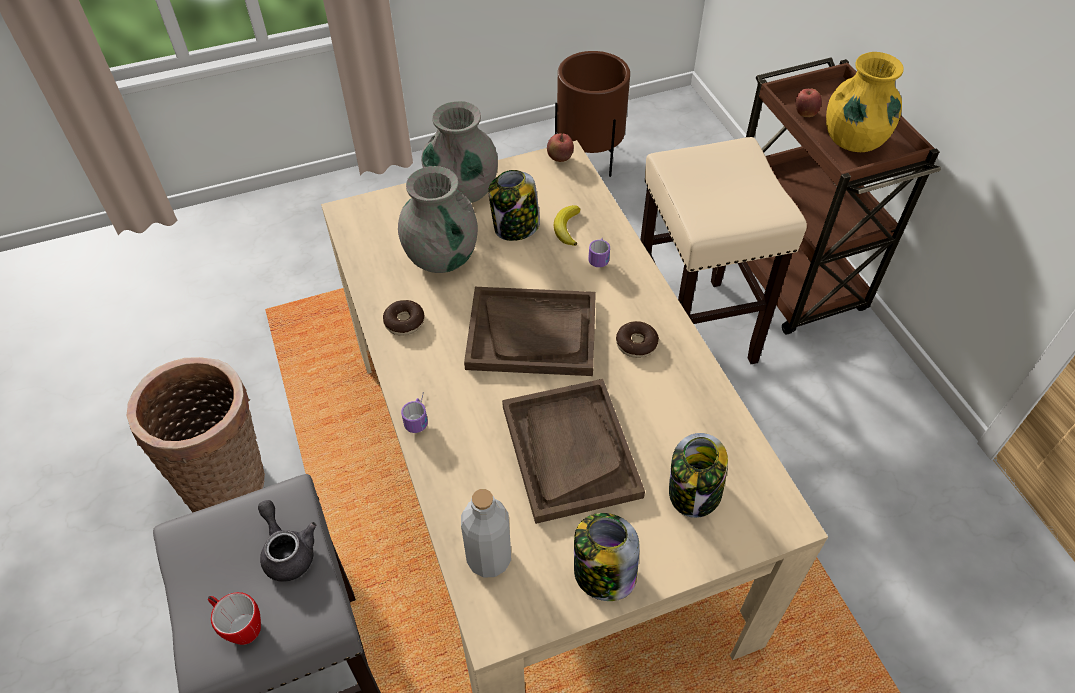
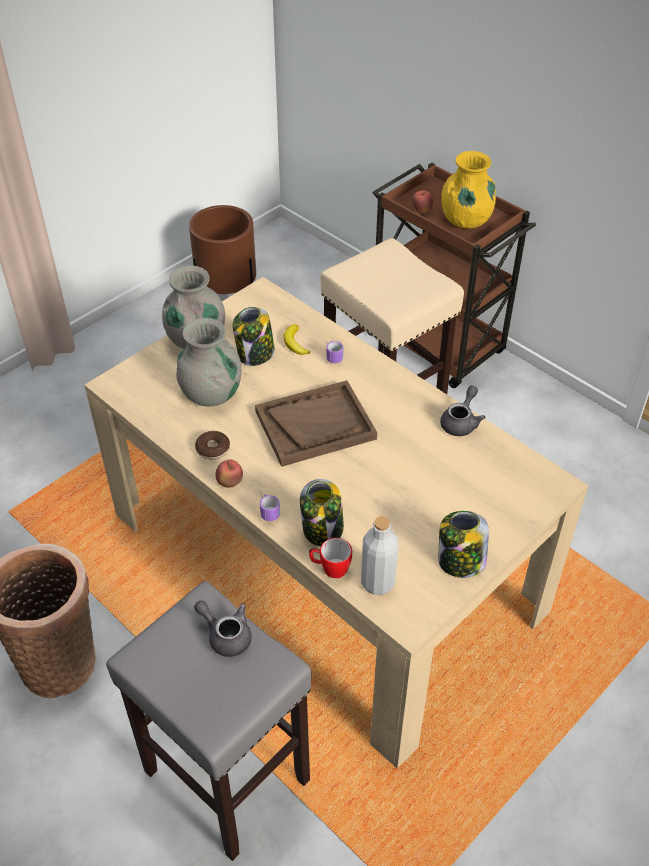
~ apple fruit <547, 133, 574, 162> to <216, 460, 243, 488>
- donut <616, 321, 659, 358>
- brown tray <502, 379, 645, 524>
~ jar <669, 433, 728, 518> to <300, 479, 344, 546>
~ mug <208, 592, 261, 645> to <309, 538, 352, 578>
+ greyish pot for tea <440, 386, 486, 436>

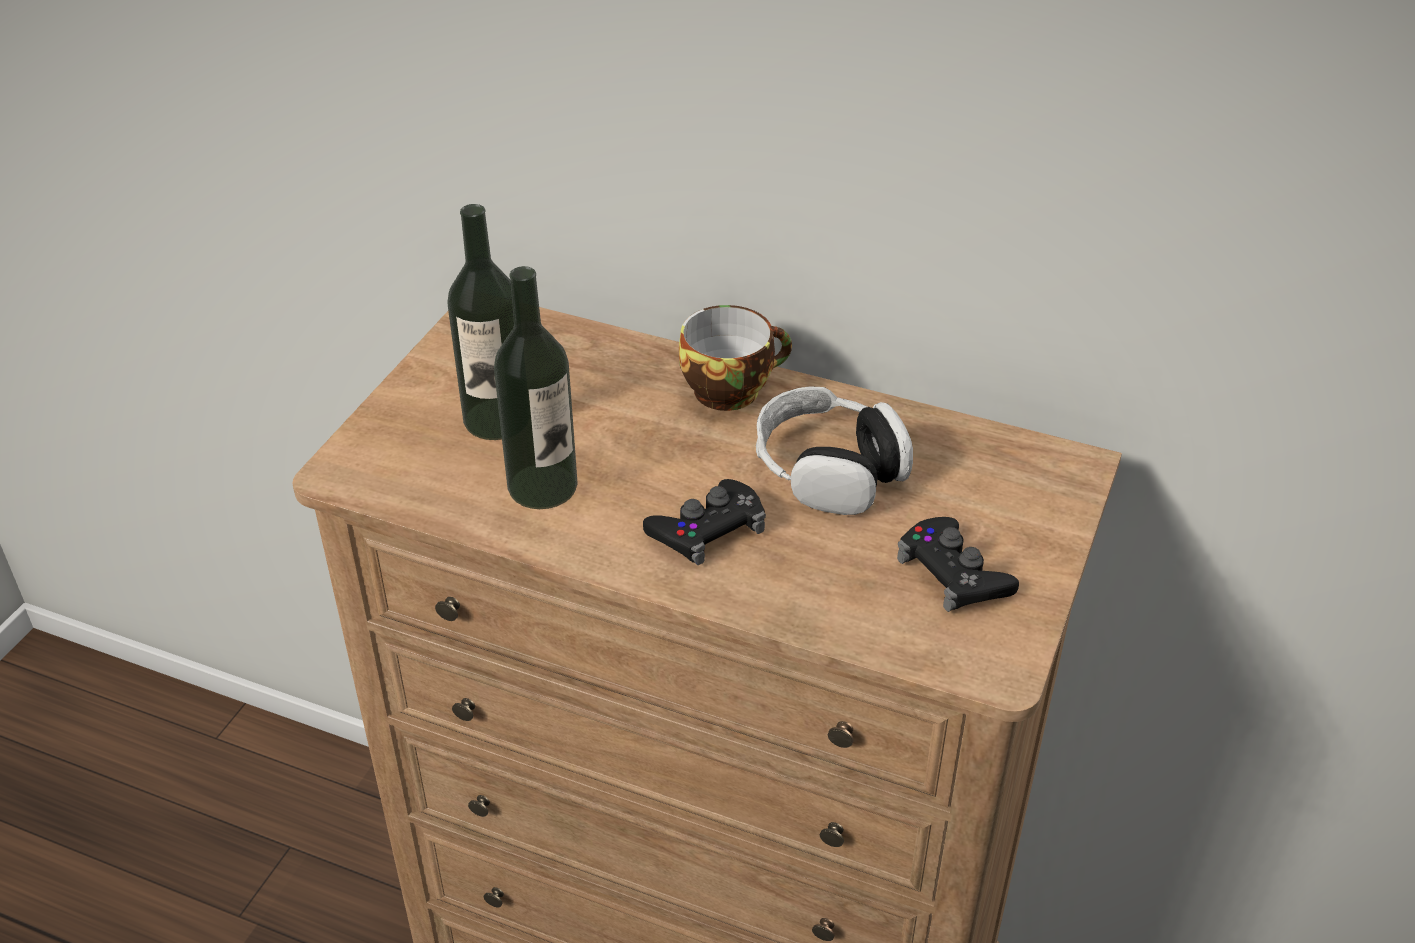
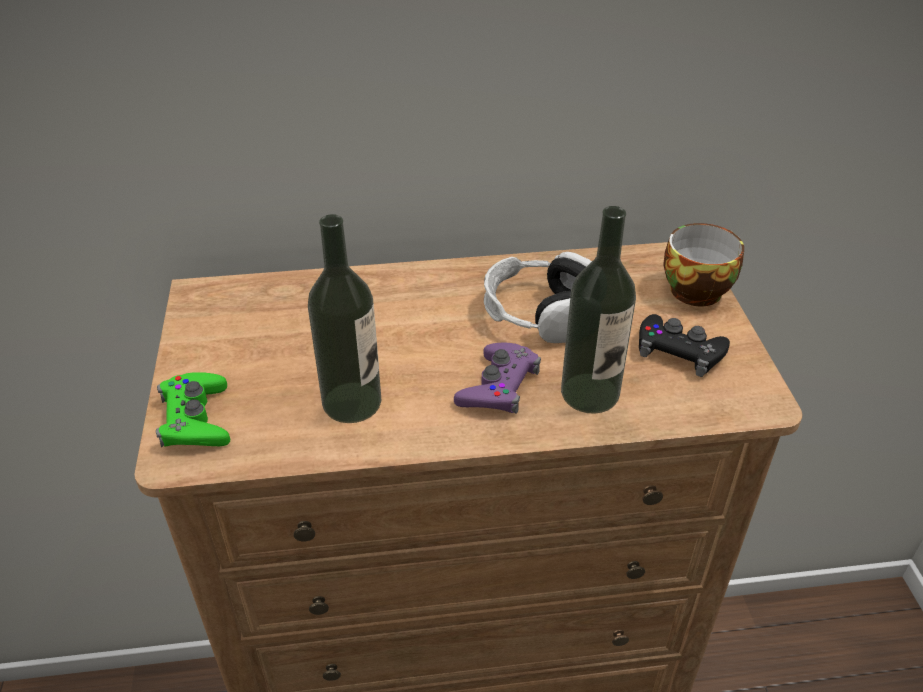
~ beverage bottle <447, 204, 514, 440> to <561, 206, 636, 414>
~ cup <679, 305, 792, 411> to <663, 223, 744, 306>
~ black joypad <643, 479, 766, 565> to purplish joypad <454, 343, 541, 414>
+ greenish joypad <156, 372, 230, 447>

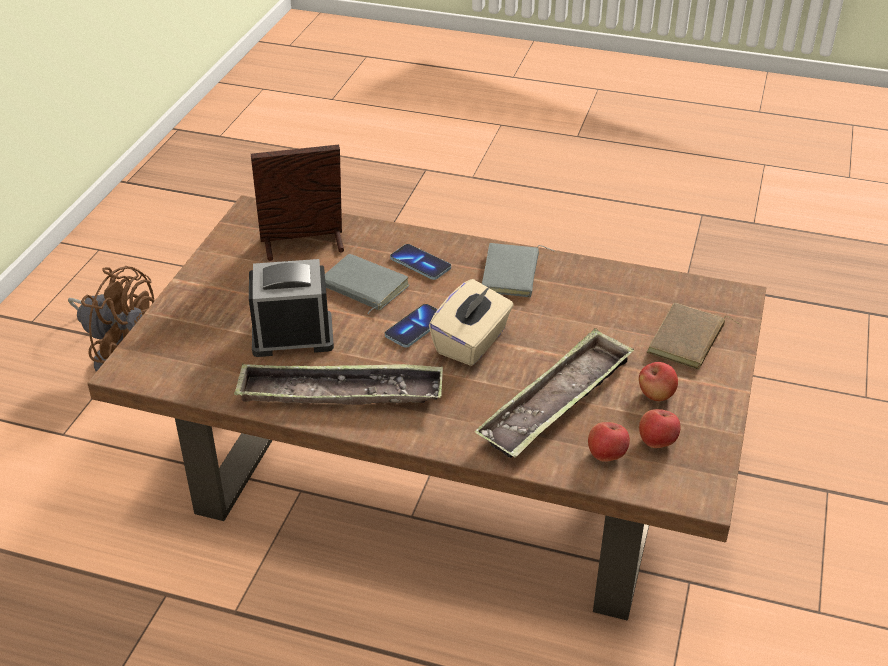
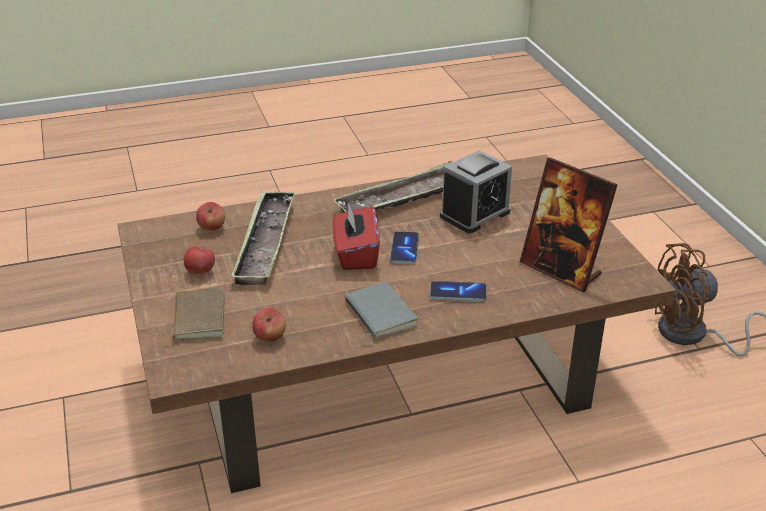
~ standing frame <251, 144, 344, 261> = <520, 157, 618, 293> 90 degrees clockwise
- greyish bound book <325, 254, 409, 314>
~ beige-coloured tissue box <429, 279, 514, 366> to reddish tissue box <333, 202, 380, 270>
~ apple fruit <639, 409, 681, 448> to <252, 308, 286, 342>

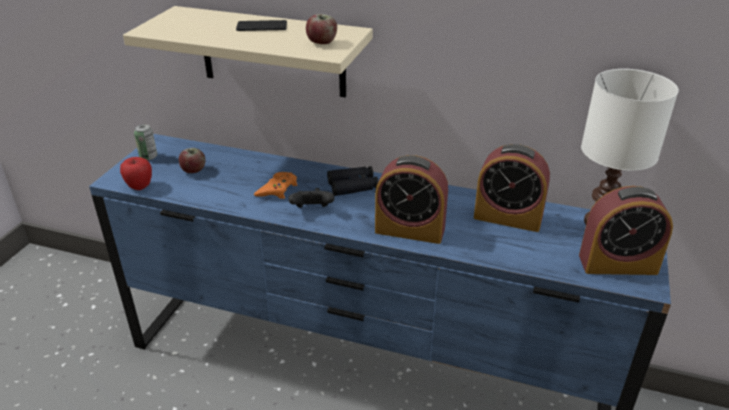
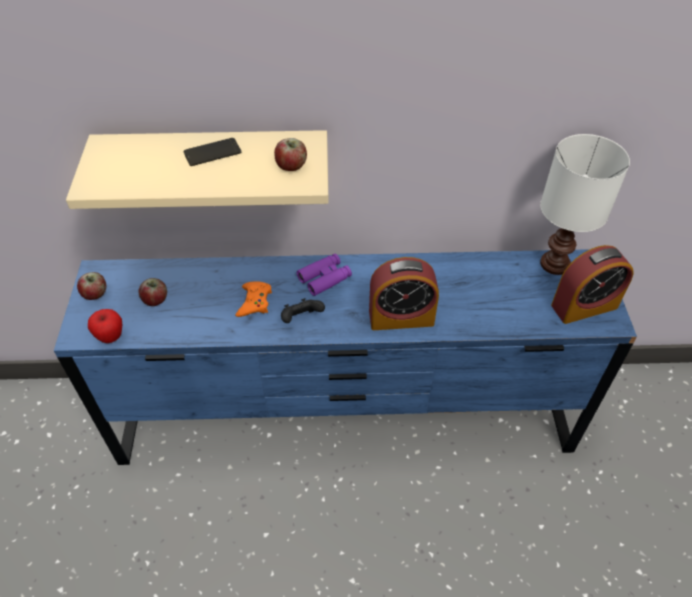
~ sealed can <134, 124, 157, 160> to apple fruit <77, 272, 106, 300>
- alarm clock <474, 144, 550, 232>
~ black binoculars <327, 166, 379, 196> to purplish binoculars <297, 254, 352, 296>

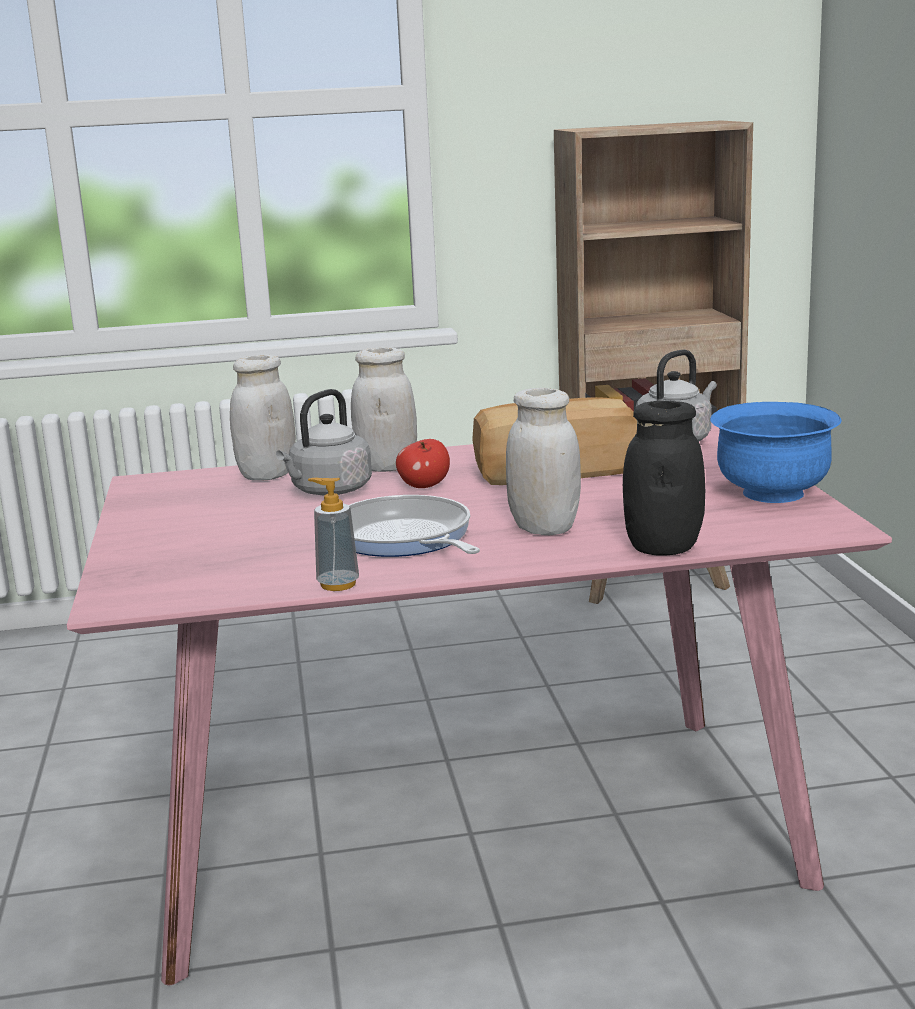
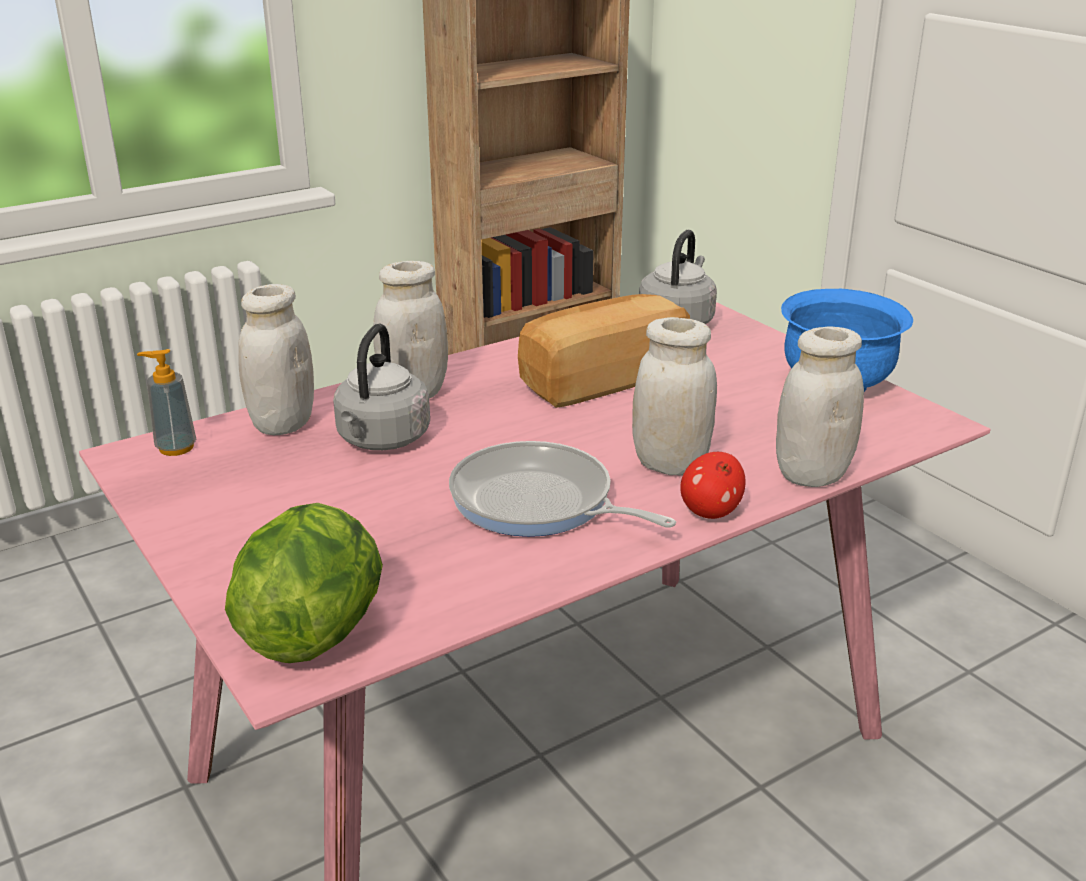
~ black jar <623, 401, 705, 556> to whitish jar <776, 326, 864, 487>
~ apple fruit <396, 439, 450, 488> to <680, 452, 746, 519>
~ soap dispenser <308, 478, 359, 591> to <137, 349, 196, 456>
+ lettuce head <225, 503, 383, 663>

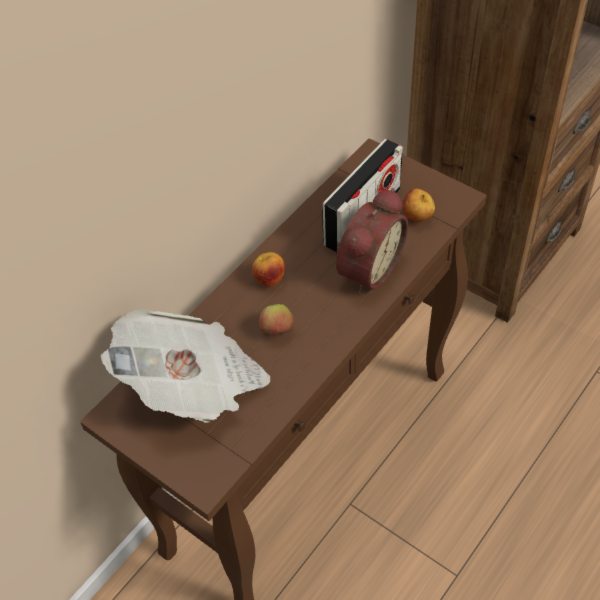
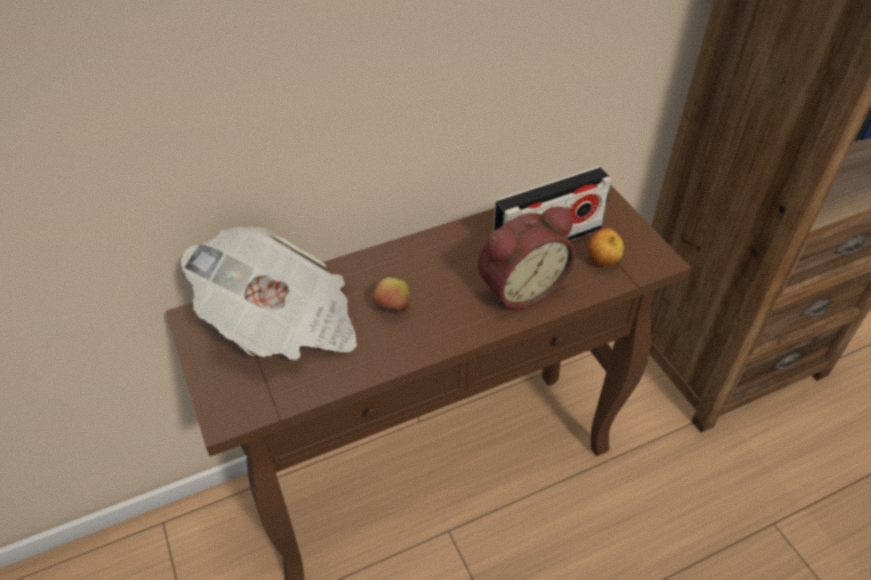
- apple fruit <252, 252, 285, 287>

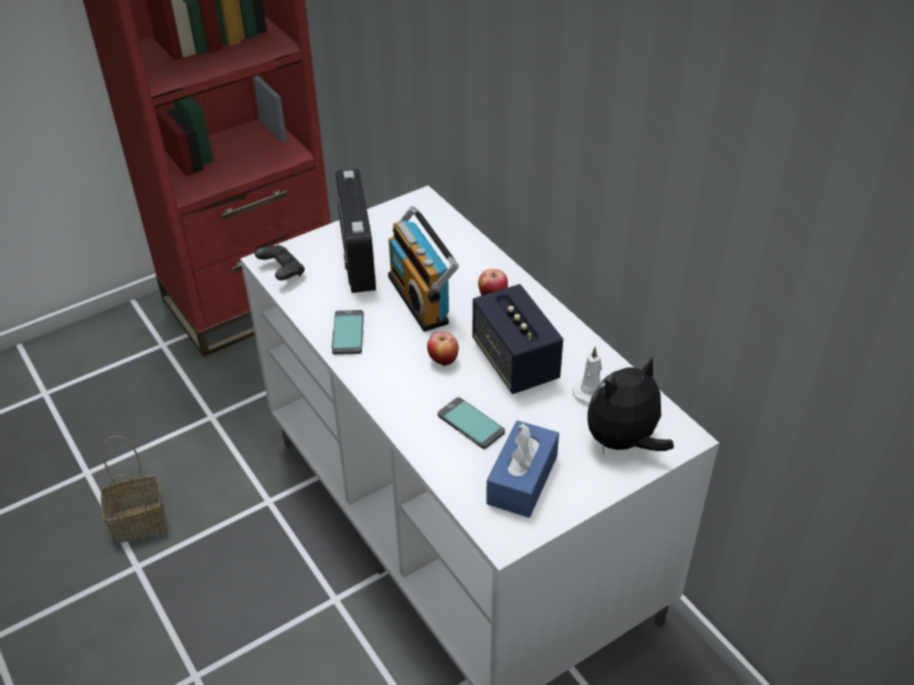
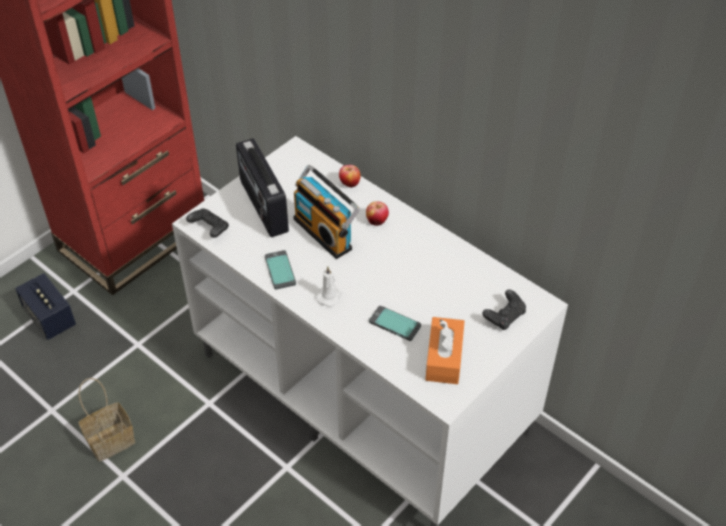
~ speaker <473, 284, 563, 394> to <15, 273, 76, 340>
~ apple fruit <427, 332, 459, 366> to <339, 165, 361, 188>
~ whitish candle <572, 346, 602, 404> to <316, 267, 341, 307>
~ plush toy <587, 356, 674, 456> to black joypad <482, 289, 526, 330>
~ blue tissue box <486, 420, 559, 518> to orange-coloured tissue box <425, 317, 465, 384>

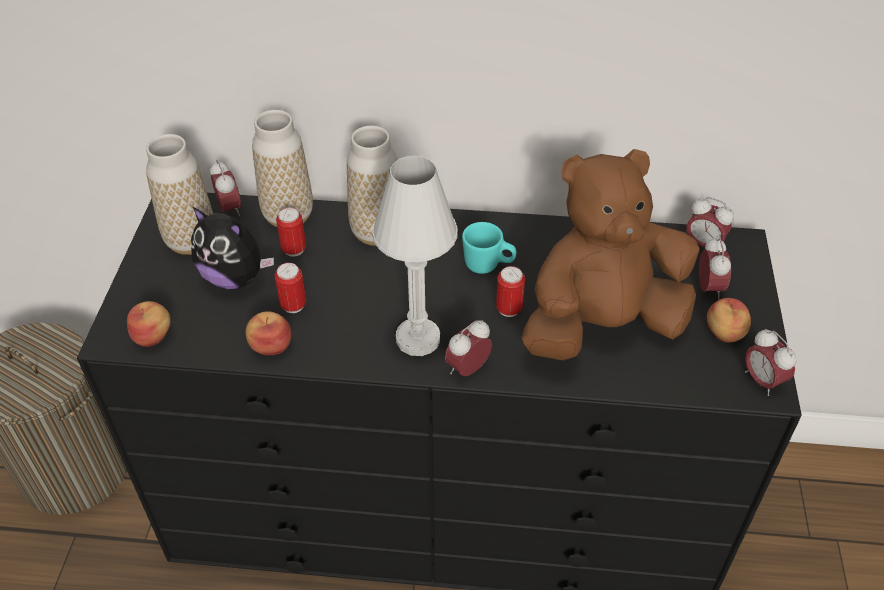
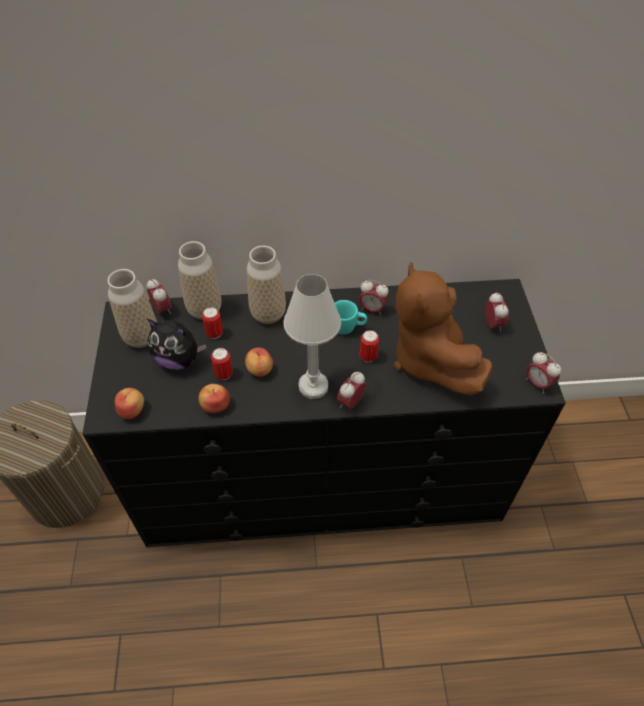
~ brown plush toy <522, 149, 700, 360> = <394, 262, 492, 395> 75 degrees counterclockwise
~ alarm clock <686, 197, 734, 247> to <359, 280, 389, 315>
~ apple fruit <707, 298, 751, 343> to <245, 348, 273, 377>

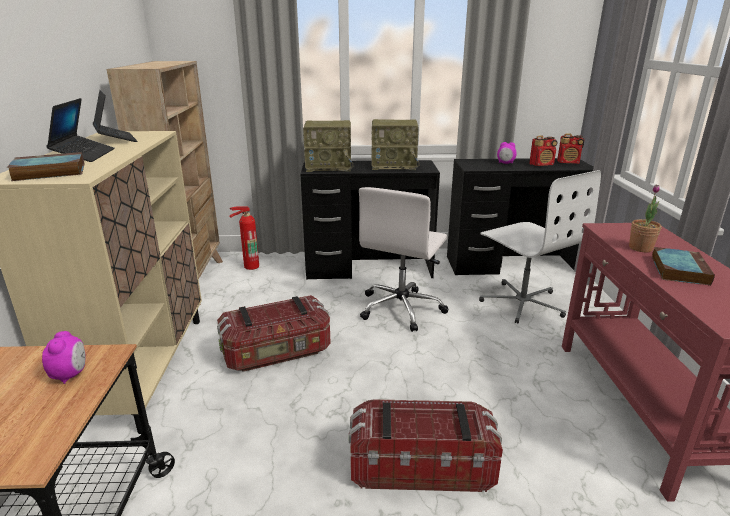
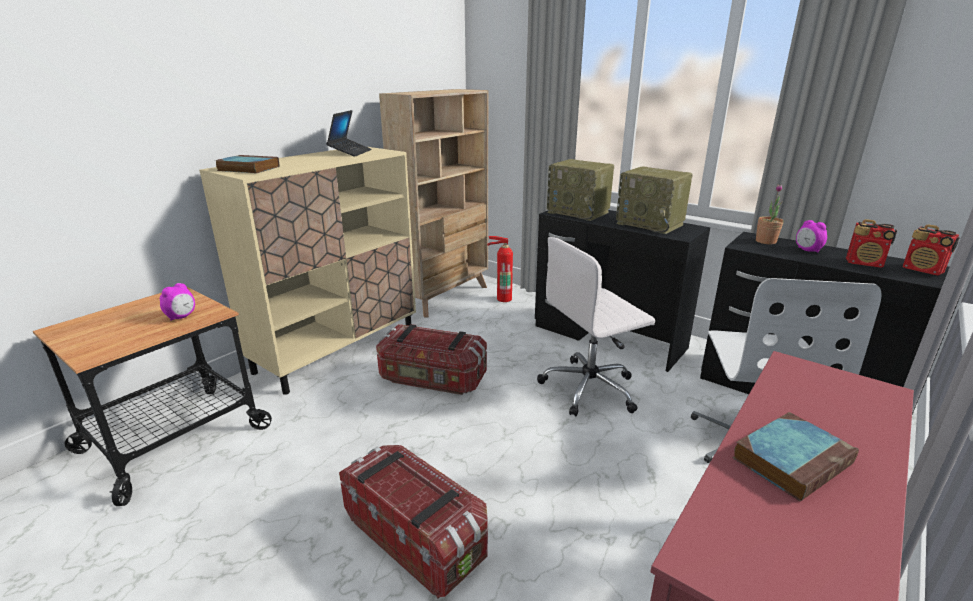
- portable computer <46, 98, 115, 162>
~ houseplant <629, 185, 662, 252> to <756, 185, 784, 244>

